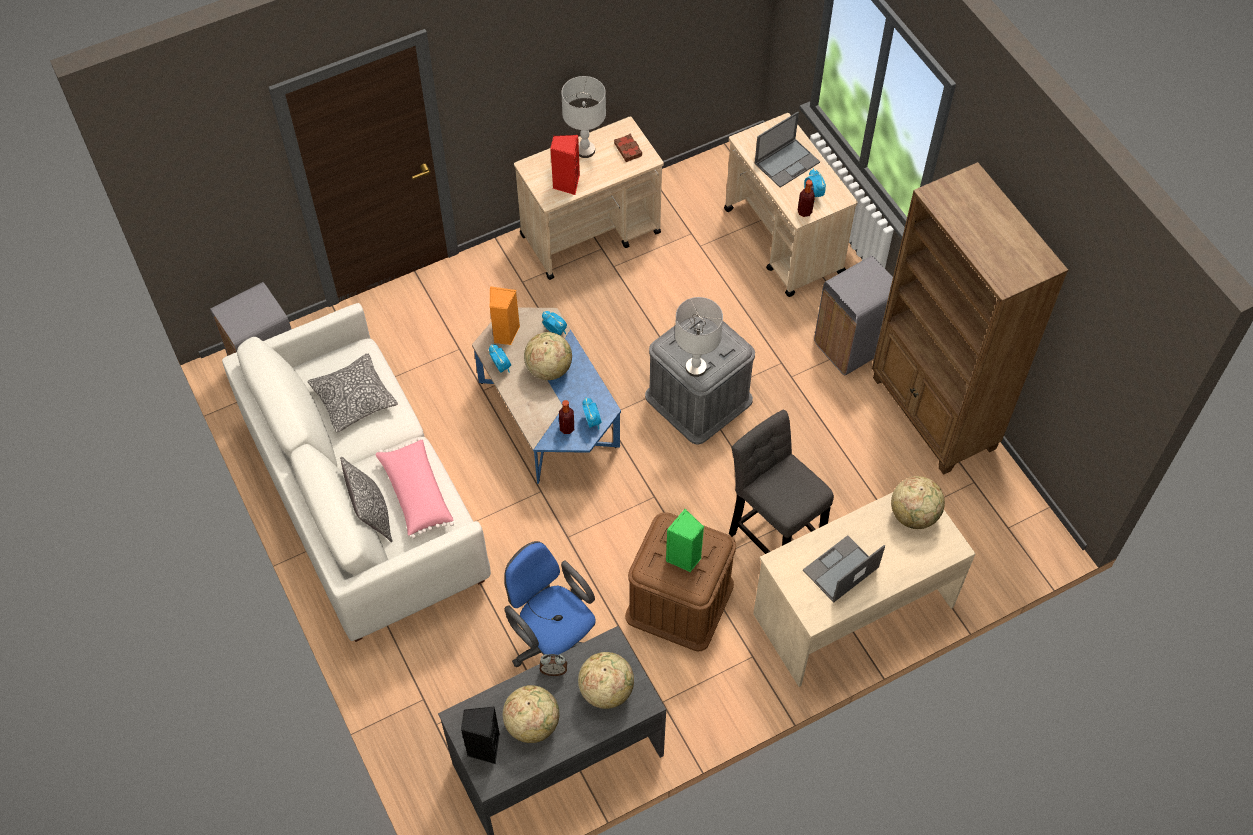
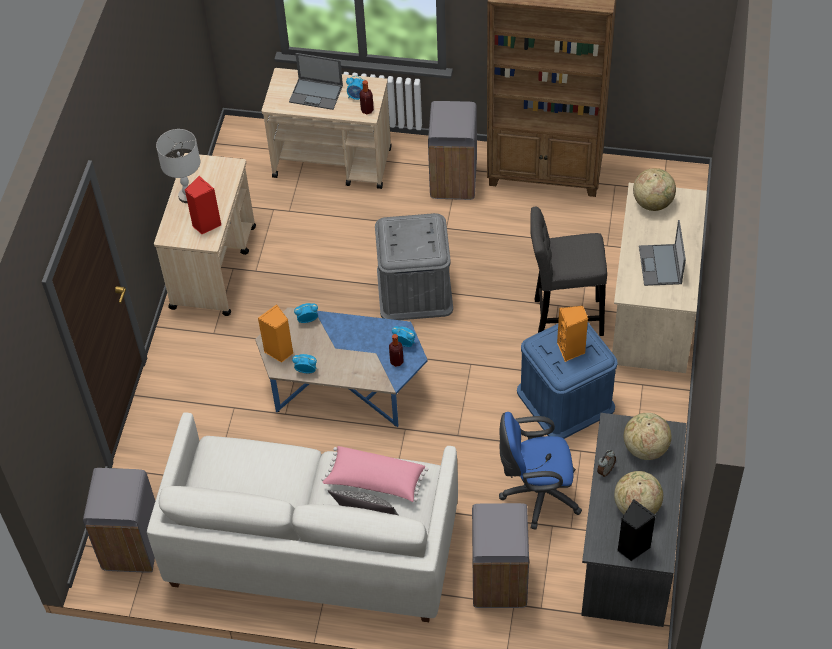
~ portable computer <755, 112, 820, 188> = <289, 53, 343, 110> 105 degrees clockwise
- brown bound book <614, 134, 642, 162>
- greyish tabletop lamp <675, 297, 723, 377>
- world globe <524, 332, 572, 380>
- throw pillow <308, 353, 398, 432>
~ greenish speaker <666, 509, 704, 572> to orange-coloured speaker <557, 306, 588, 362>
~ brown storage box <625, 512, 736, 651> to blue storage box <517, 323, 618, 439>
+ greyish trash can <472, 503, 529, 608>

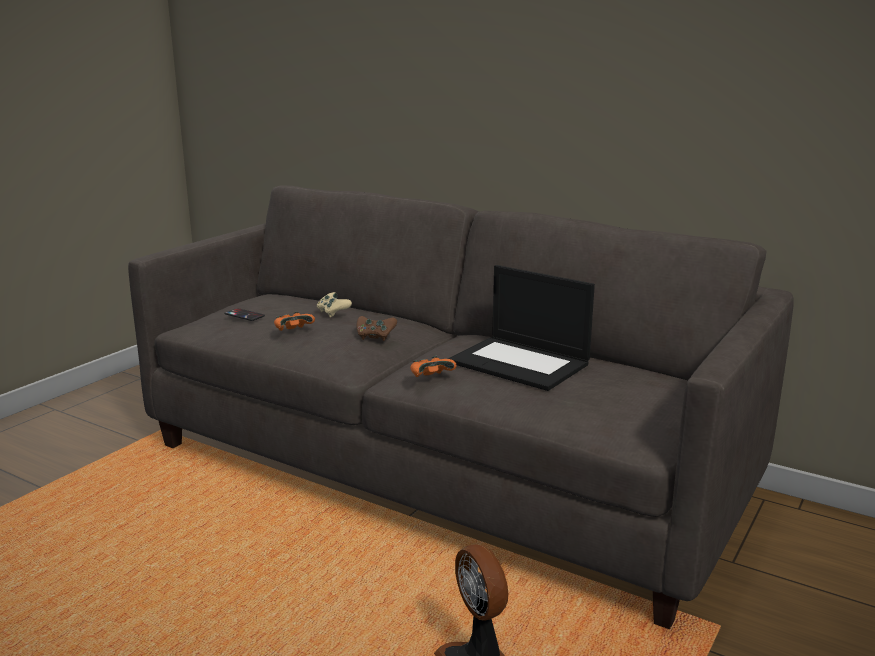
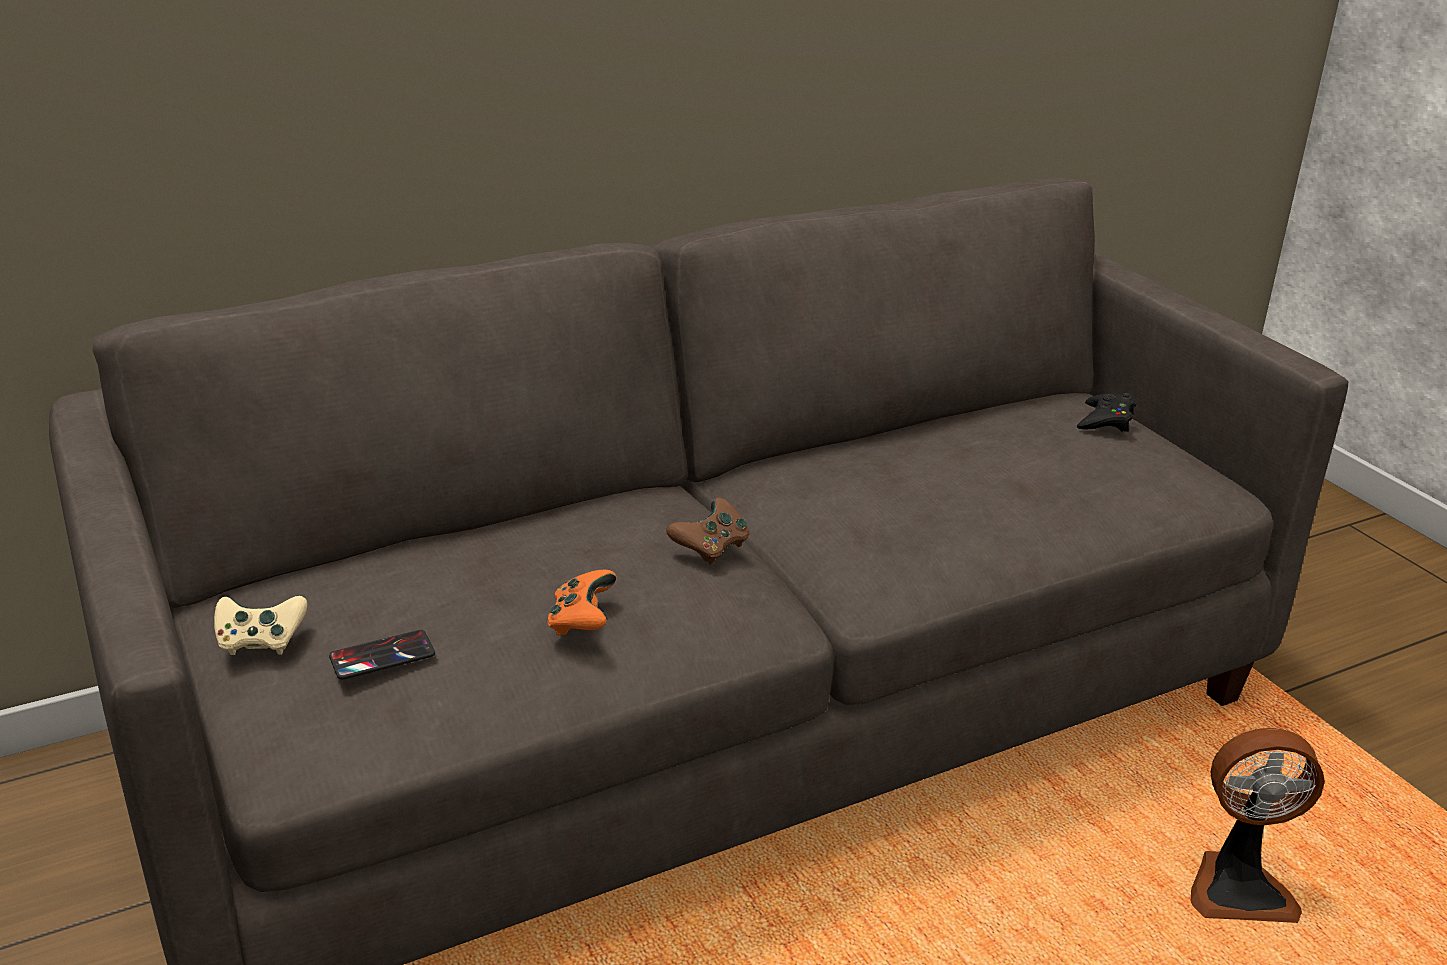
- portable computer <448, 265, 595, 391>
~ beige-coloured joypad <317, 292, 352, 317> to <214, 596, 307, 655>
- orange-coloured joypad <410, 356, 457, 377>
+ black joypad <1077, 393, 1136, 432>

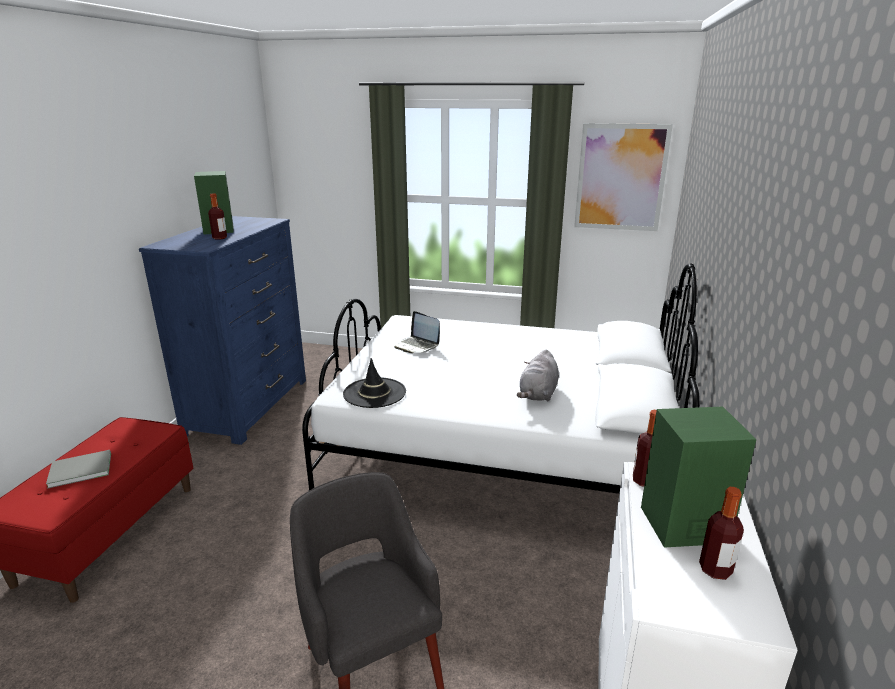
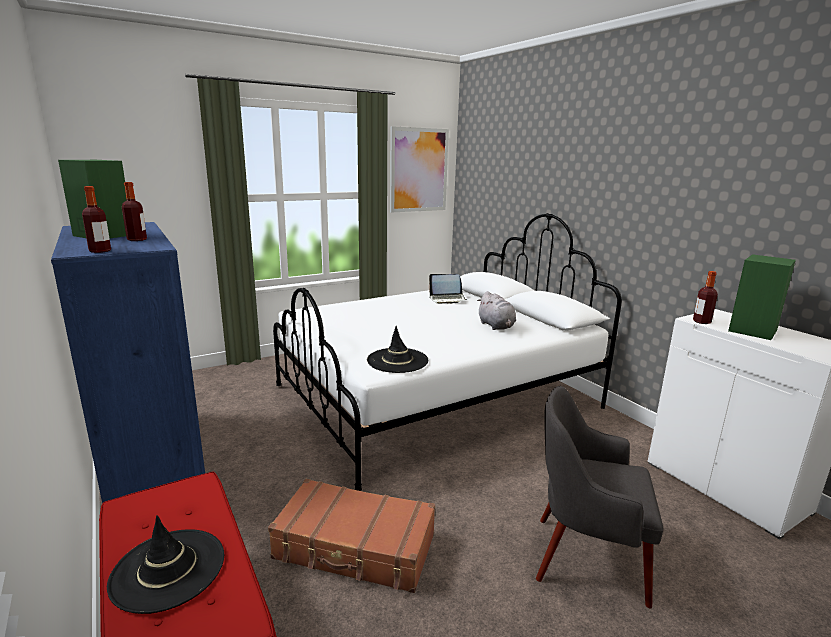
~ portable computer <394, 311, 440, 353> to <428, 274, 467, 304>
~ greyish bound book <46, 450, 111, 489> to black wearable hat <107, 515, 224, 614>
~ beverage bottle <699, 487, 744, 580> to <82, 186, 111, 253>
+ brown suitcase <268, 479, 435, 593>

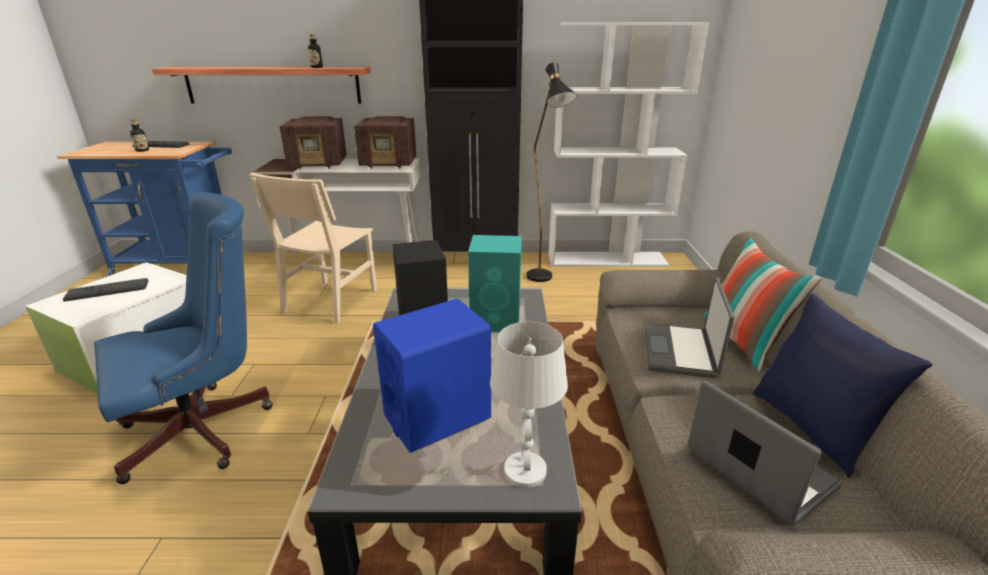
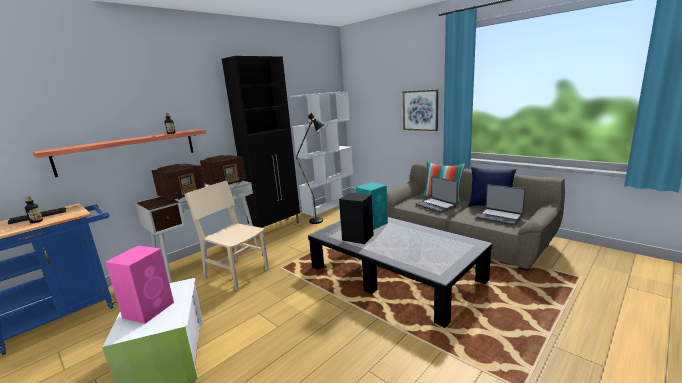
~ beige-coloured upright chair <249, 173, 377, 324> = <184, 181, 269, 291> 150 degrees clockwise
- blue desk chair <94, 192, 273, 484>
~ PC keyboard <63, 278, 148, 302> to pink speaker <105, 246, 174, 324>
- blue speaker <373, 298, 491, 453>
- whitish tabletop lamp <490, 322, 568, 488>
~ portable computer <688, 381, 842, 526> = <476, 184, 526, 226> 150 degrees counterclockwise
+ wall picture <403, 89, 438, 131>

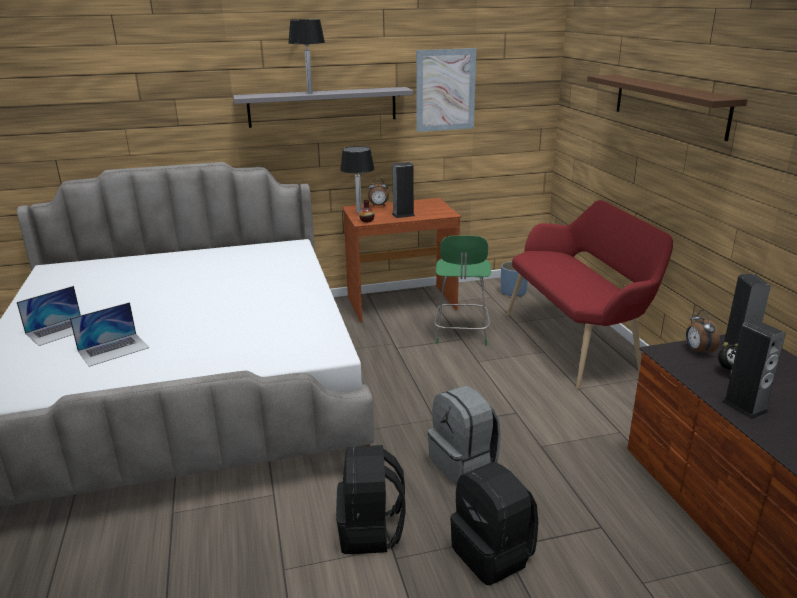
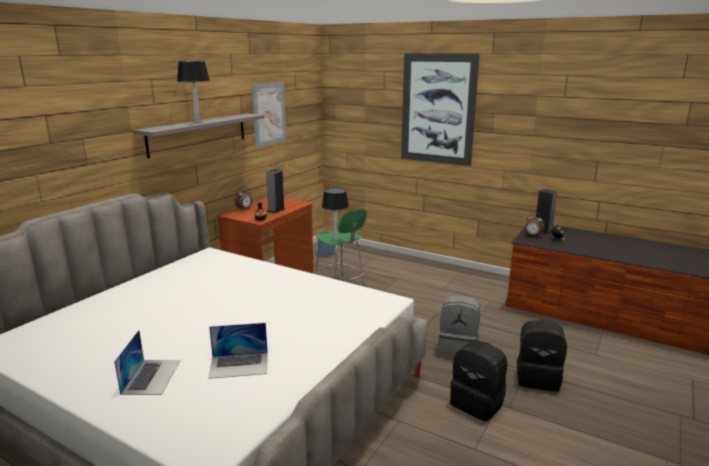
~ brown wall shelf <587, 75, 748, 141> to wall picture <401, 54, 480, 166>
~ tabletop lamp <340, 146, 374, 214> to <322, 188, 349, 241>
- reddish indoor bench <506, 200, 673, 389>
~ portable computer <70, 302, 149, 367> = <208, 323, 268, 379> 75 degrees clockwise
- speaker <722, 319, 785, 419>

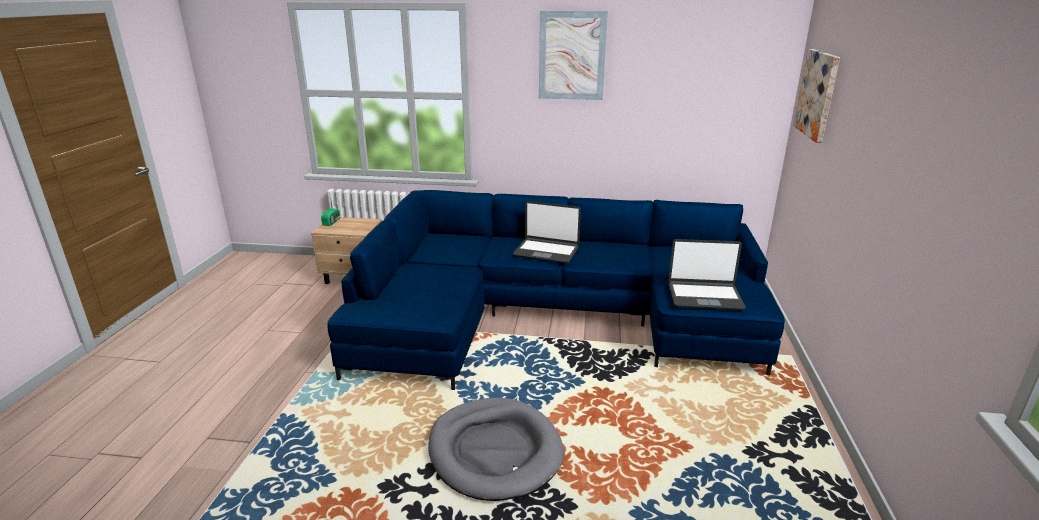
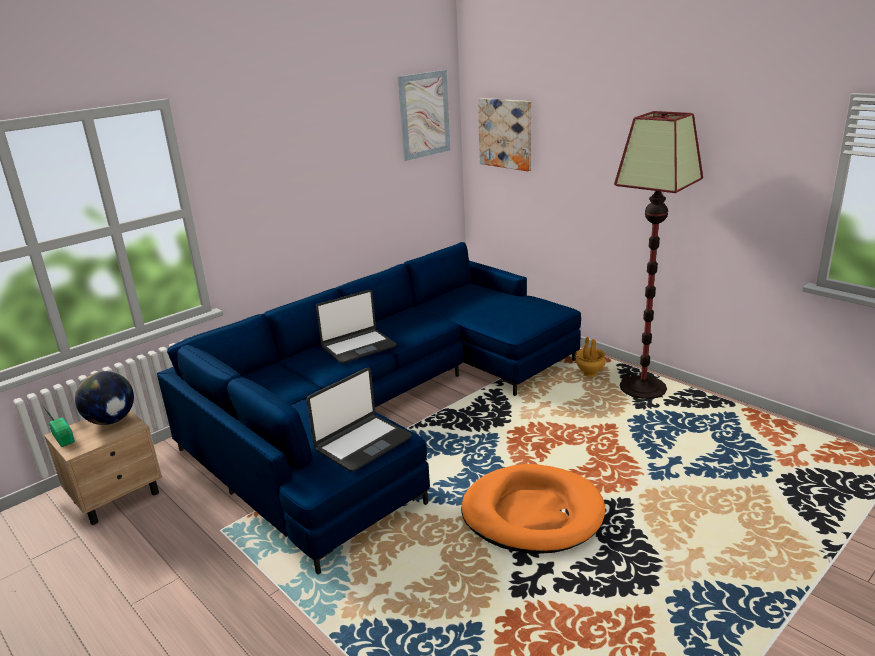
~ wall picture <539, 11, 608, 100> to <398, 70, 450, 161>
~ portable computer <668, 239, 746, 310> to <306, 368, 412, 472>
~ greyish dog bed <428, 398, 564, 501> to orange-coloured dog bed <461, 464, 606, 554>
+ standing lamp <614, 111, 703, 399>
+ brown decorative vase <576, 337, 606, 377>
+ world globe <75, 371, 134, 425>

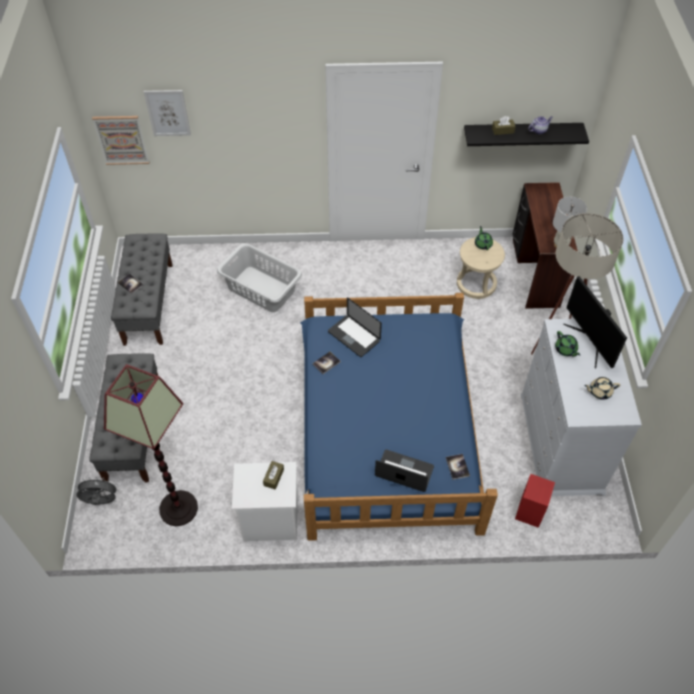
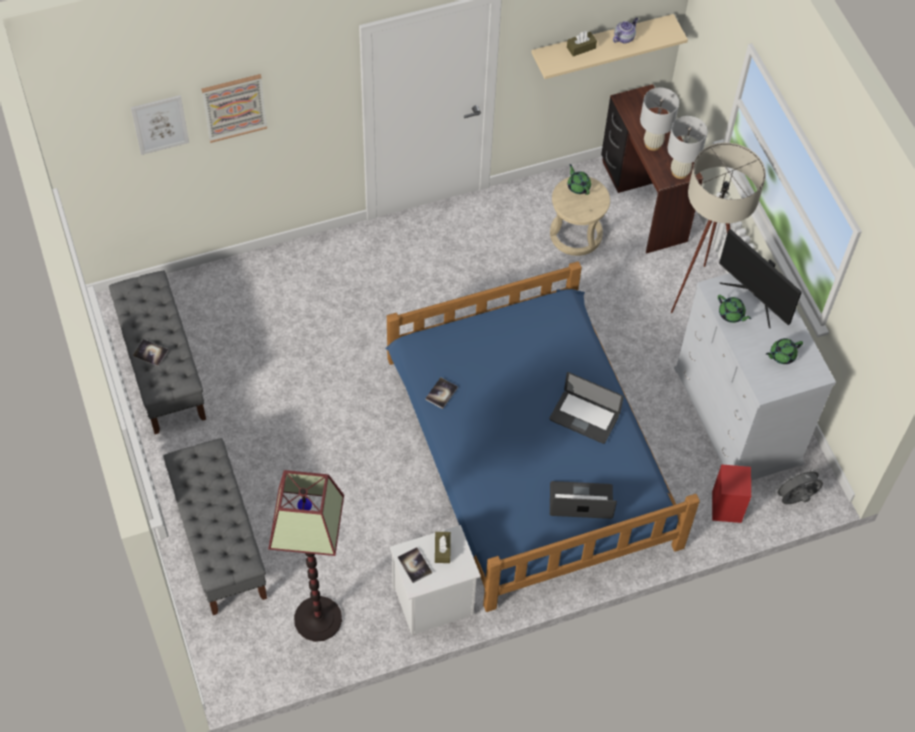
~ wall picture <92, 116, 149, 165> to <201, 74, 267, 143>
~ black wall shelf <464, 123, 589, 146> to beige-coloured wall shelf <531, 14, 688, 79>
- greyish washing basket <217, 243, 302, 312>
~ portable computer <328, 297, 382, 357> to <549, 372, 624, 444>
~ beige-coloured pot for tea <584, 377, 620, 400> to greenish pot for tea <766, 338, 803, 364>
~ bound book <446, 454, 470, 480> to <398, 547, 432, 583>
~ greyish electric fan <75, 477, 119, 505> to <774, 468, 823, 504>
+ whitish tabletop lamp <640, 88, 679, 151>

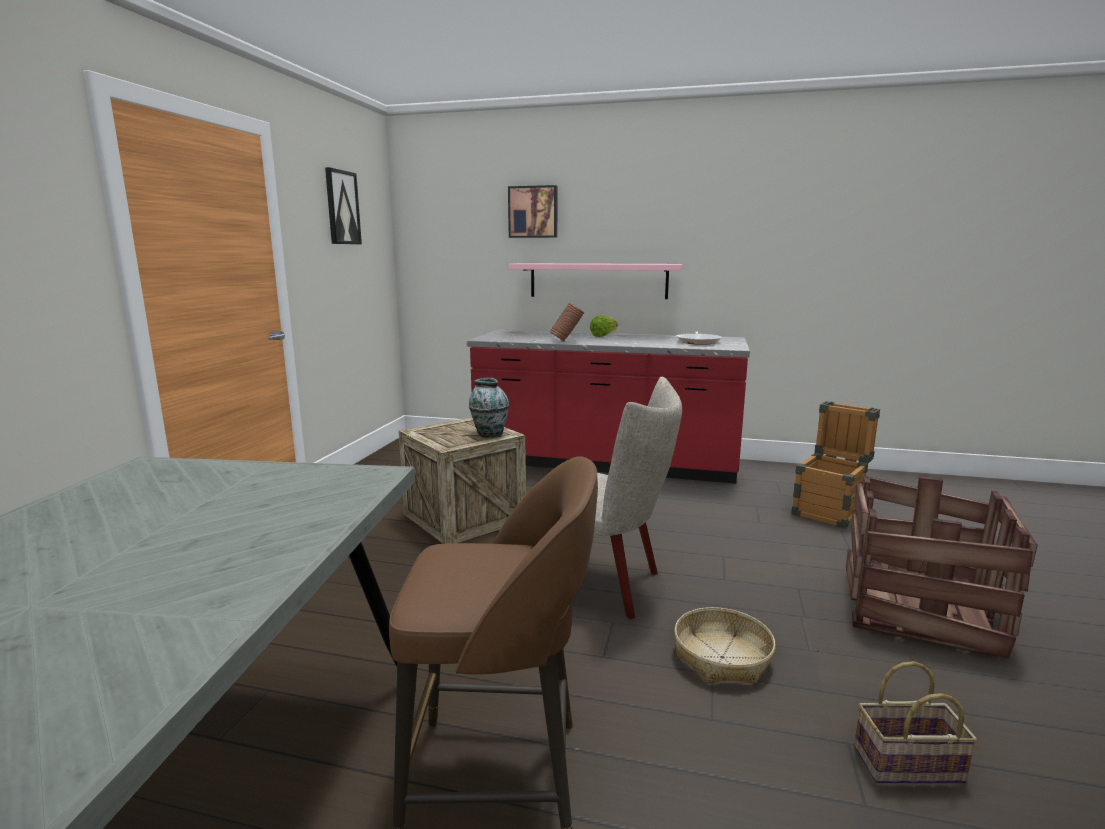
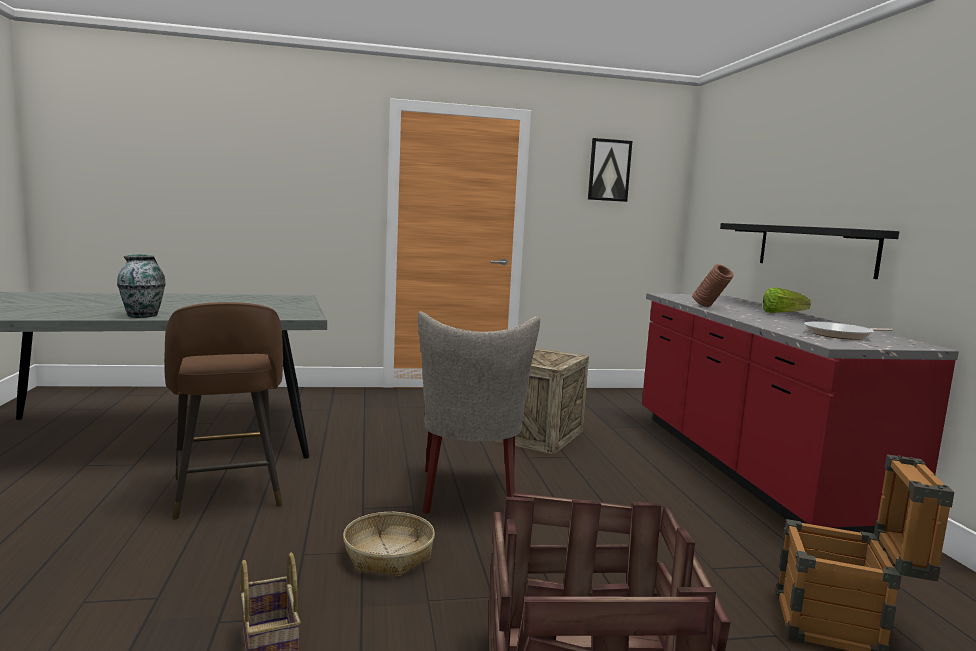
- wall picture <508, 185, 557, 238>
~ pink wall shelf <509, 263, 683, 299> to black wall shelf <720, 223, 899, 279>
~ decorative vase <469, 378, 509, 438> to <117, 254, 166, 318>

